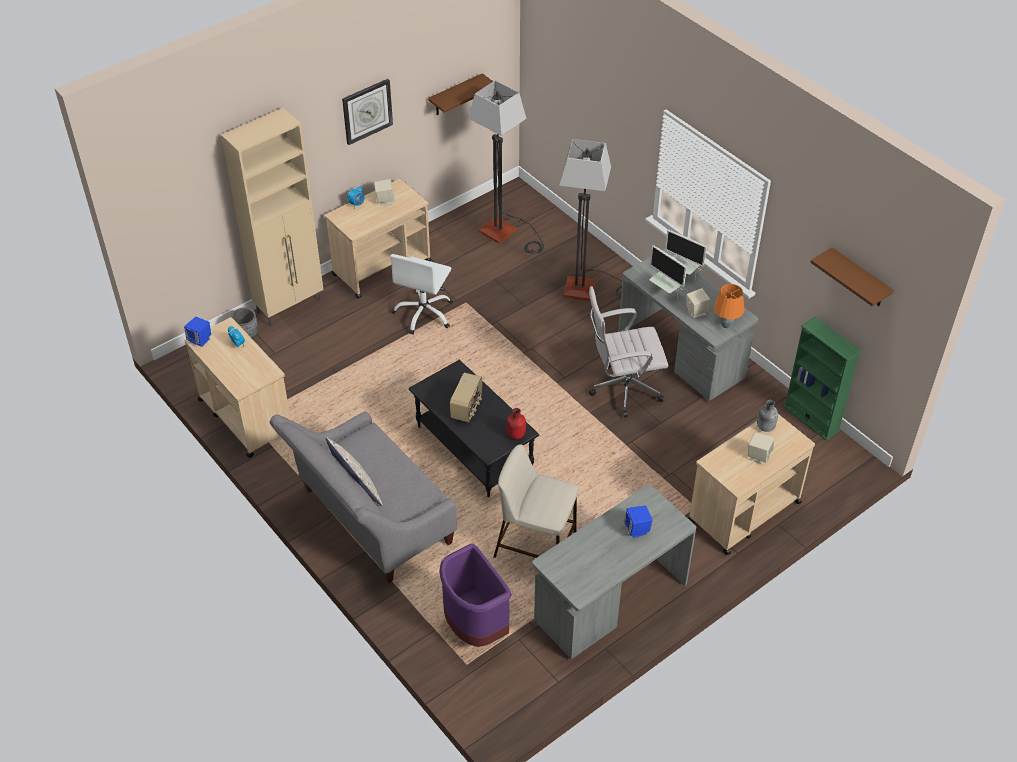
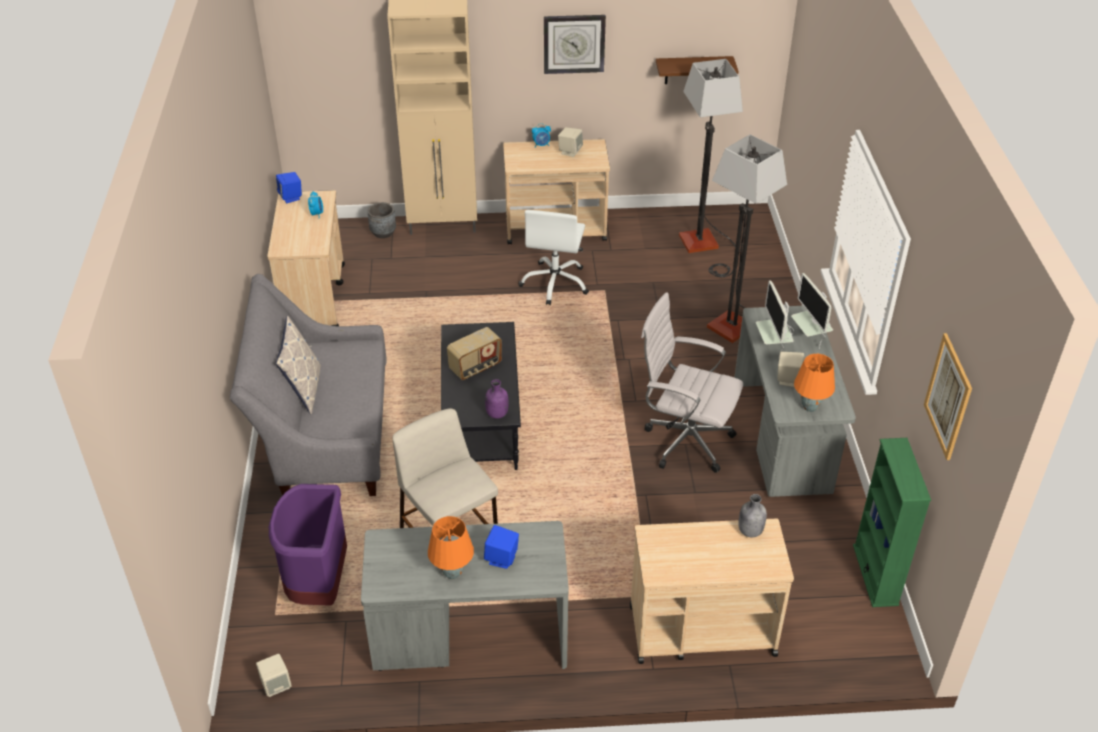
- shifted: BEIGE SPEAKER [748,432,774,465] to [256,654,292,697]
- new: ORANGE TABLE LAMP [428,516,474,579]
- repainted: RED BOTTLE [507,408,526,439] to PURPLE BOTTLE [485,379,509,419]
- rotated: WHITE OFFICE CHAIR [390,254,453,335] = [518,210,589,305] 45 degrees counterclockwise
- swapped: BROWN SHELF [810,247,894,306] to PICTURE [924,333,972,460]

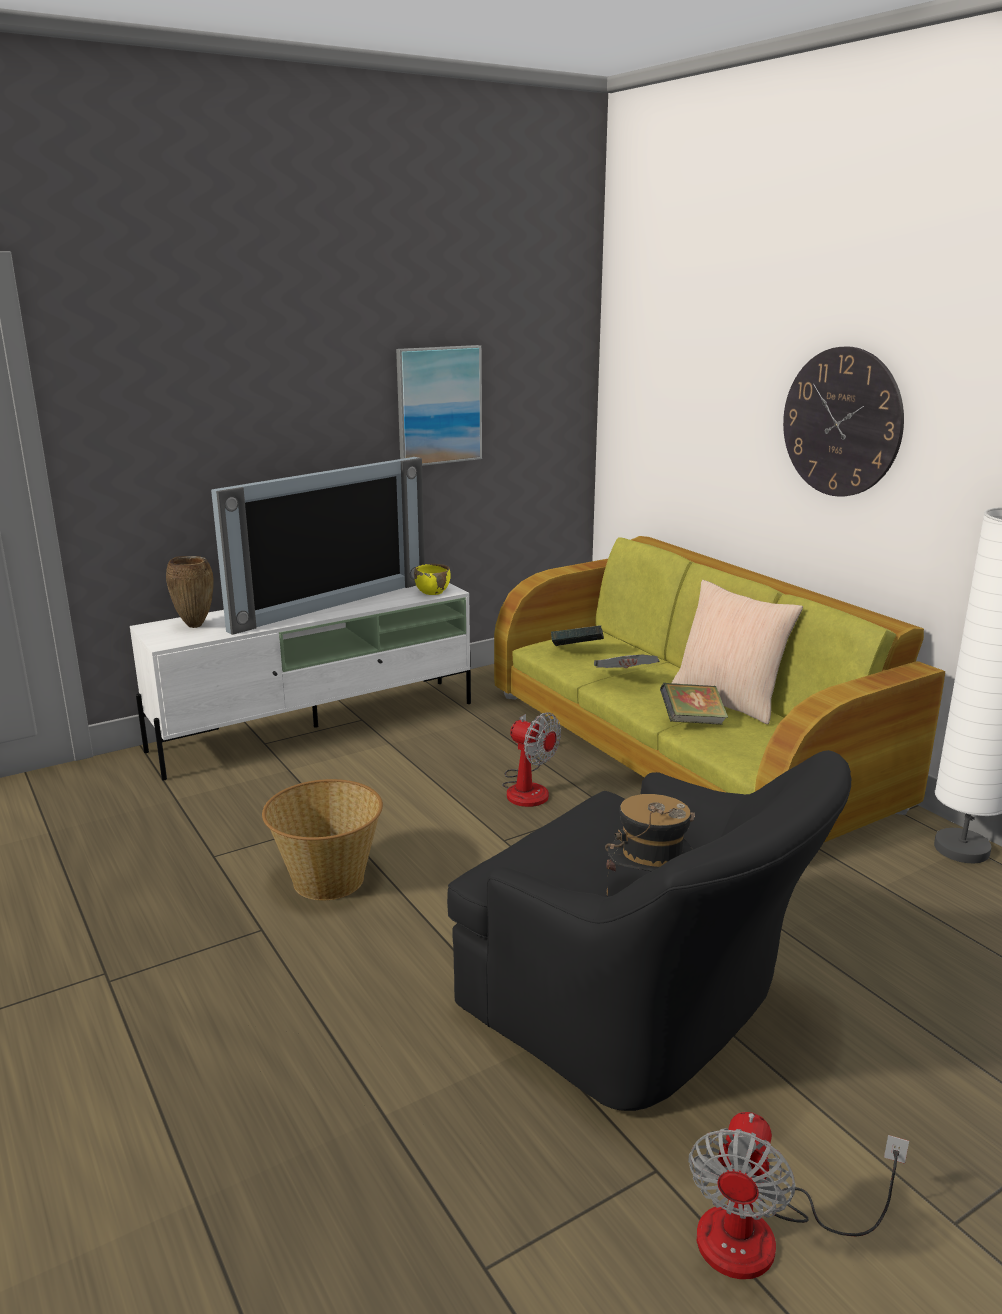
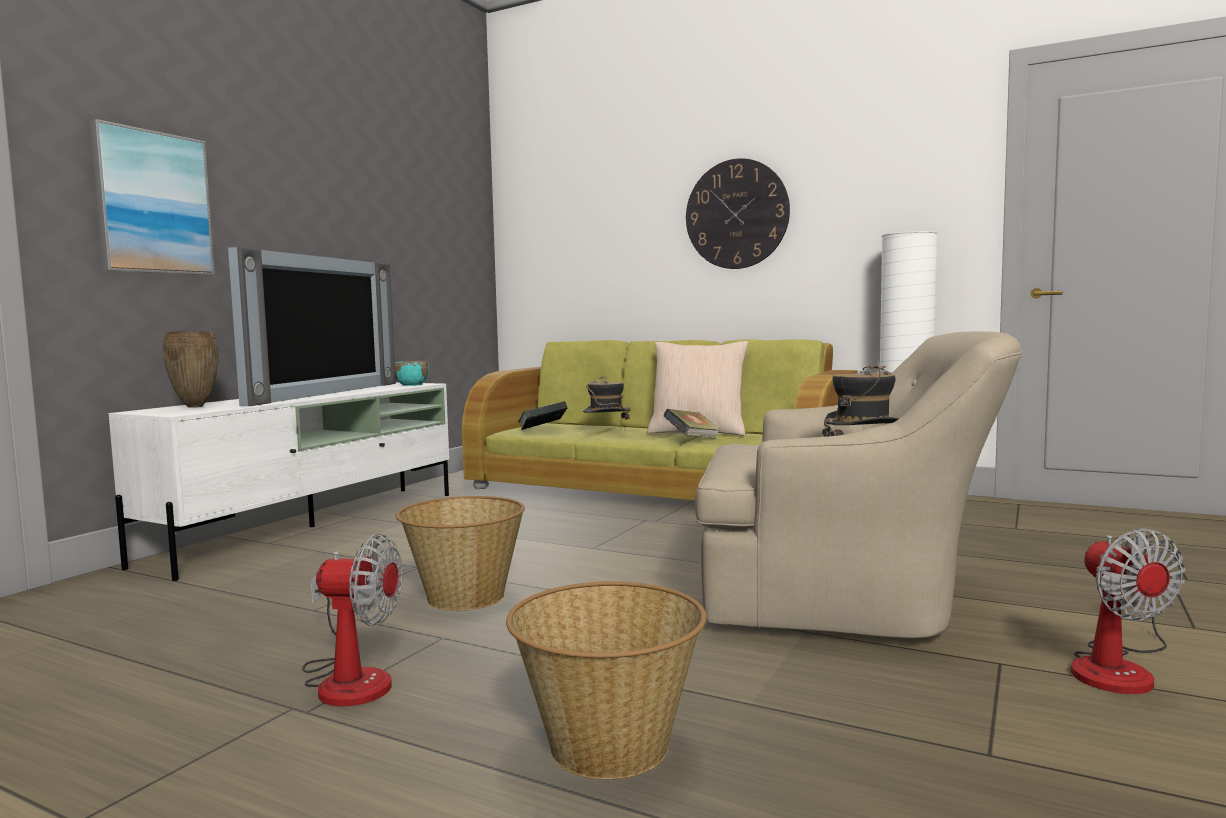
- shifted: PICTURE [396,345,482,466] to [90,119,215,275]
- shifted: FAN [502,712,561,807] to [302,534,403,707]
- repainted: YELLOW BOWL [414,564,451,595] to TURQUOISE BOWL [394,361,429,386]
- new: BASKET [506,581,707,779]
- swapped: NEWSPAPER [594,655,660,668] to HAT [583,376,631,420]
- repainted: BLACK ARMCHAIR [447,750,851,1111] to BEIGE ARMCHAIR [695,331,1022,639]

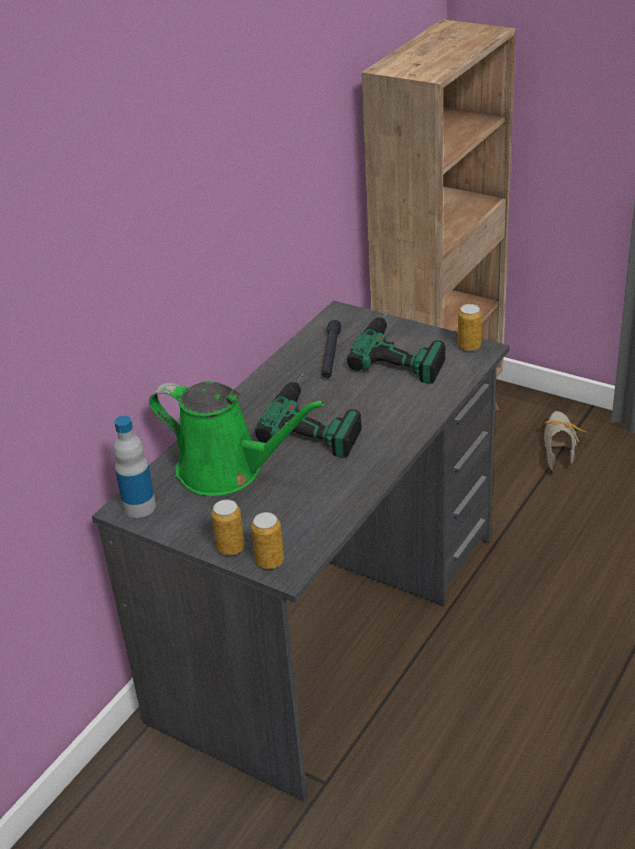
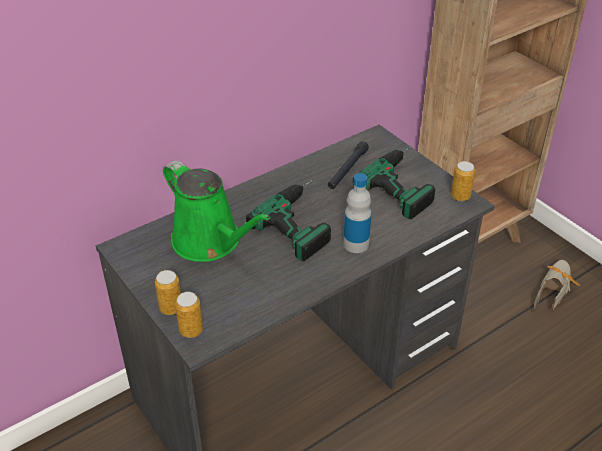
- shifted: BOTTLE [113,416,156,518] to [343,173,371,253]

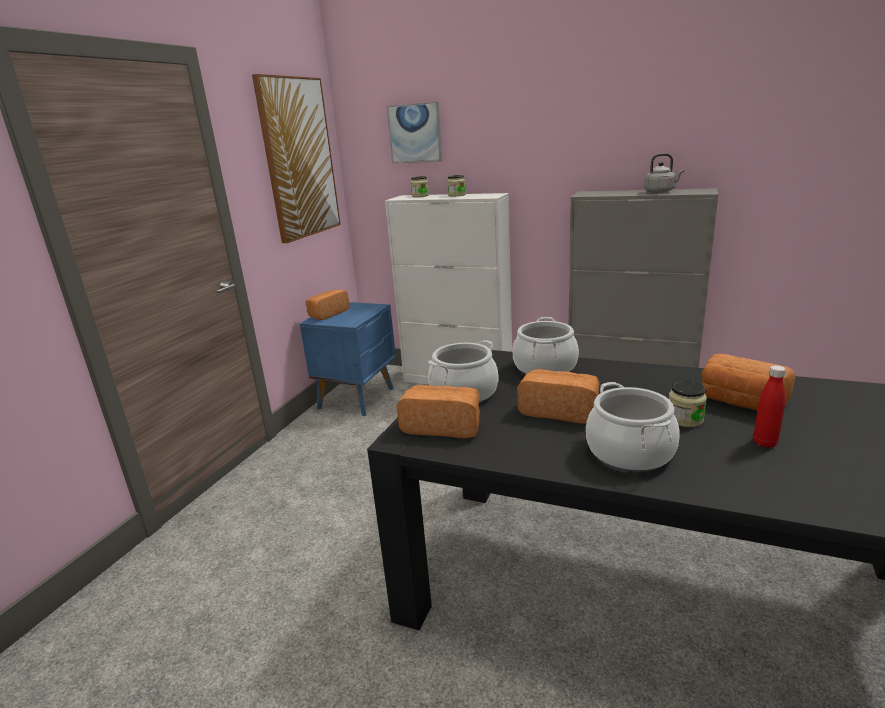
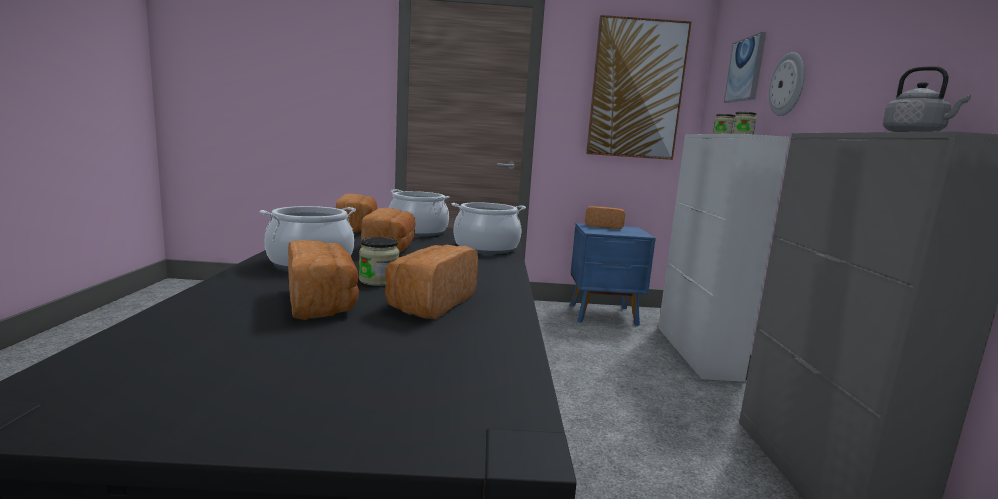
- swapped: RED BOTTLE [753,365,786,448] to BREAD [288,240,359,320]
- new: WALL CLOCK [769,52,805,116]

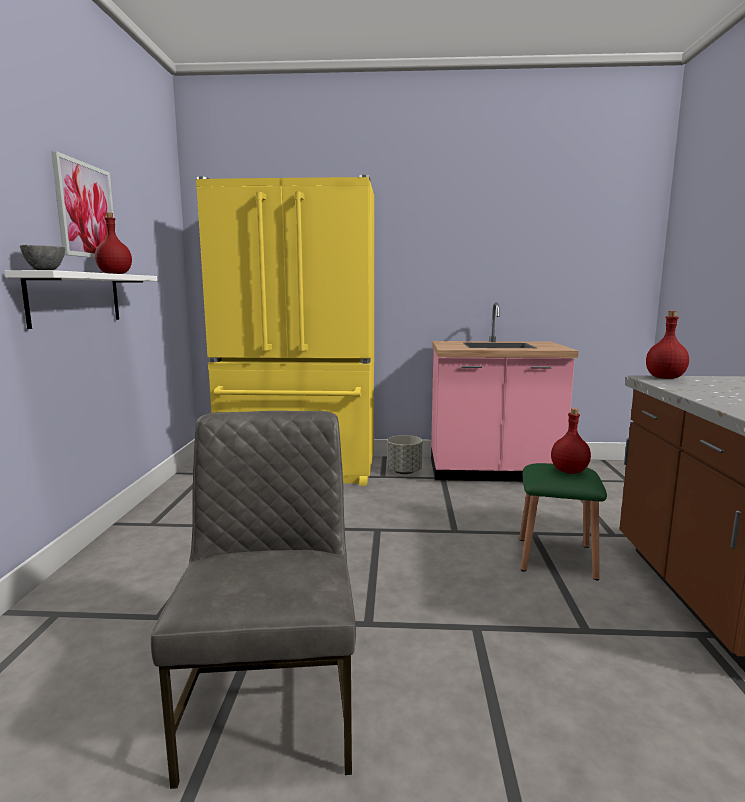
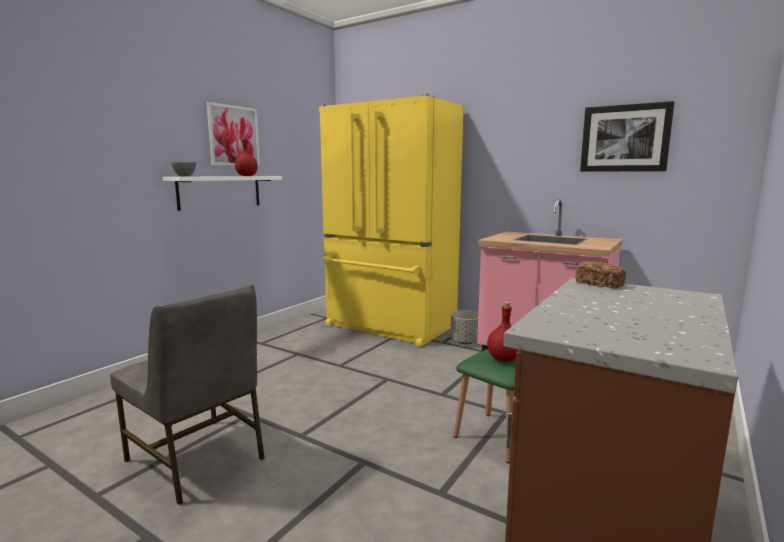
- rotated: GREY CHAIR [151,411,356,789] = [110,284,265,505] 105 degrees clockwise
- swapped: RED BOTTLE [646,311,689,379] to BREAD [575,261,626,289]
- new: PICTURE [580,101,675,172]

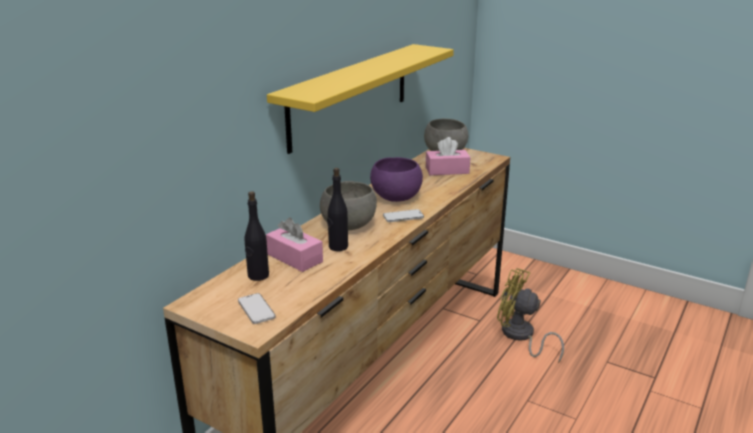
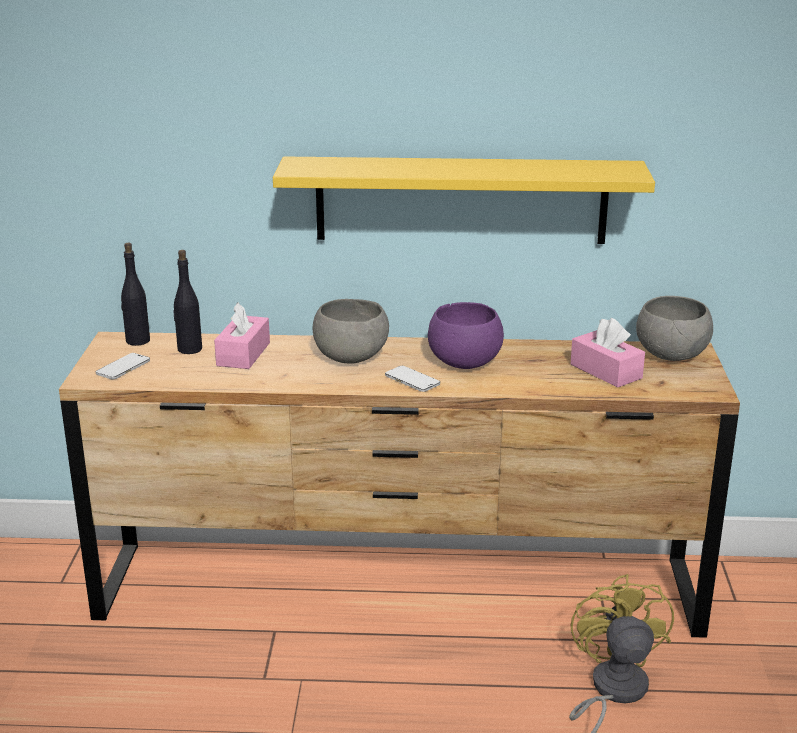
- shifted: BLACK BOTTLE [327,168,348,251] to [121,243,150,346]

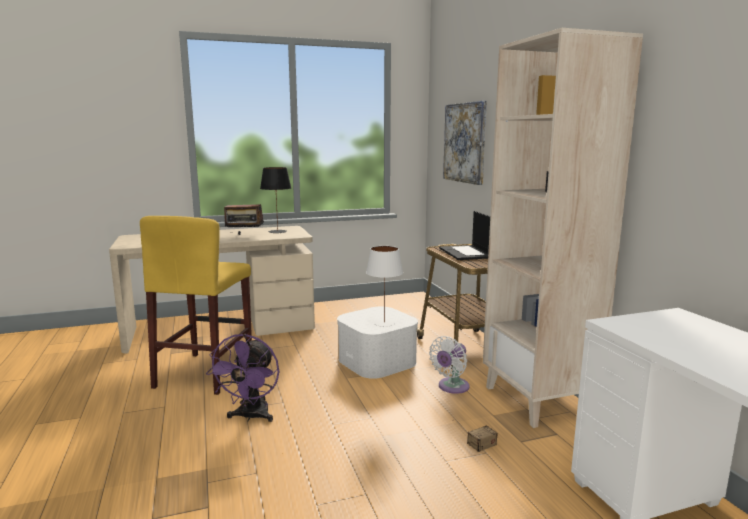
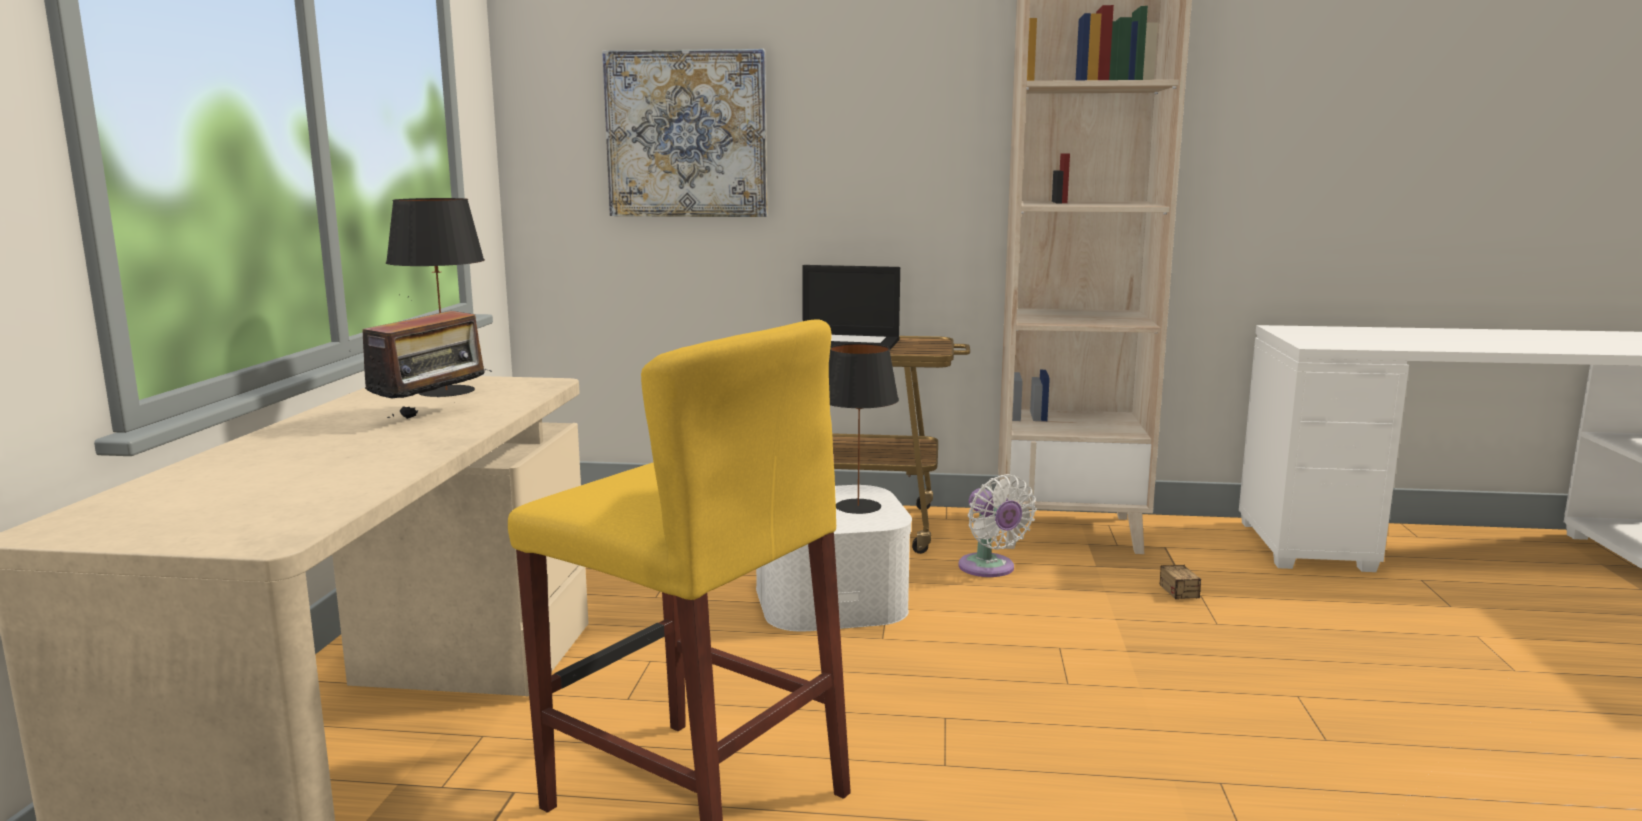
- repainted: WHITE TABLE LAMP [366,246,403,327] to BLACK TABLE LAMP [829,343,899,514]
- gone: PURPLE FAN [206,334,279,422]

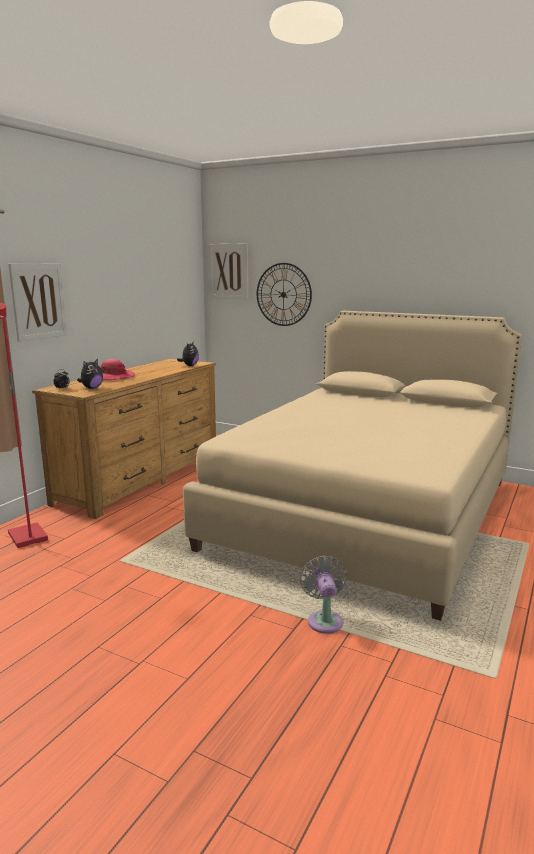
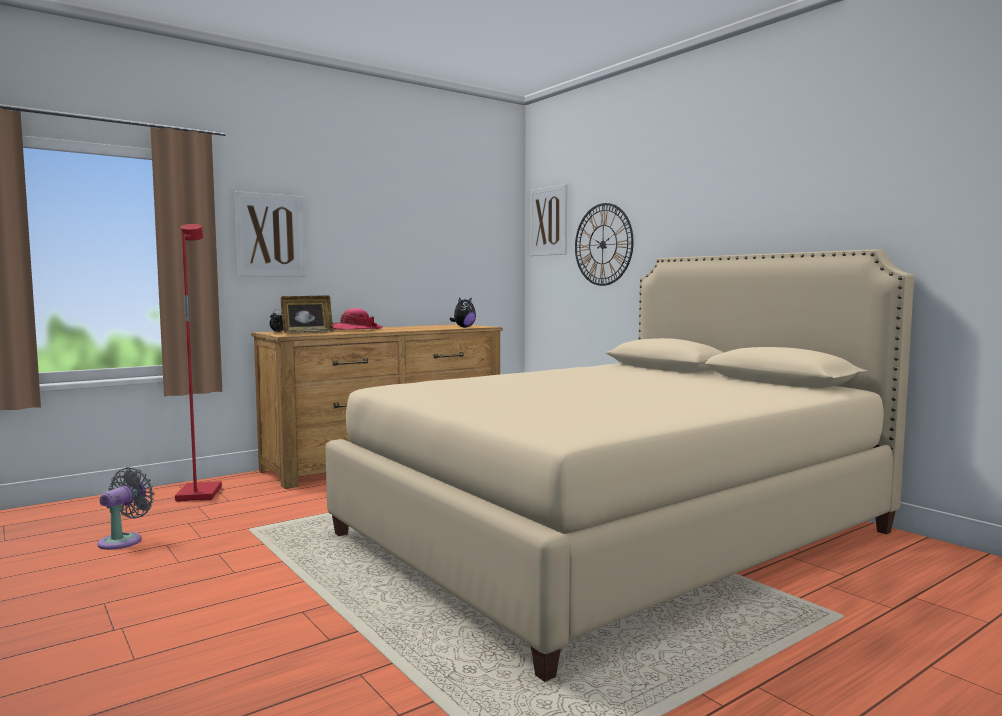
- shifted: GREY FAN [300,555,347,634] to [98,467,154,550]
- swapped: PLUSH TOY [77,359,103,389] to PICTURE FRAME [281,295,334,334]

